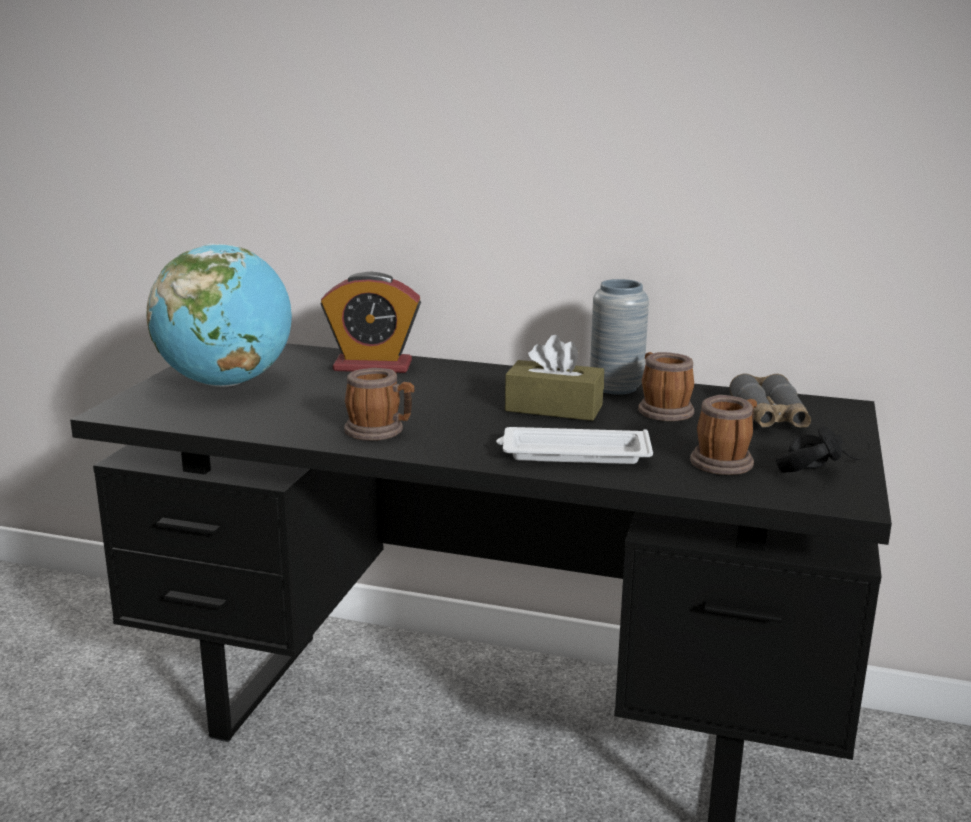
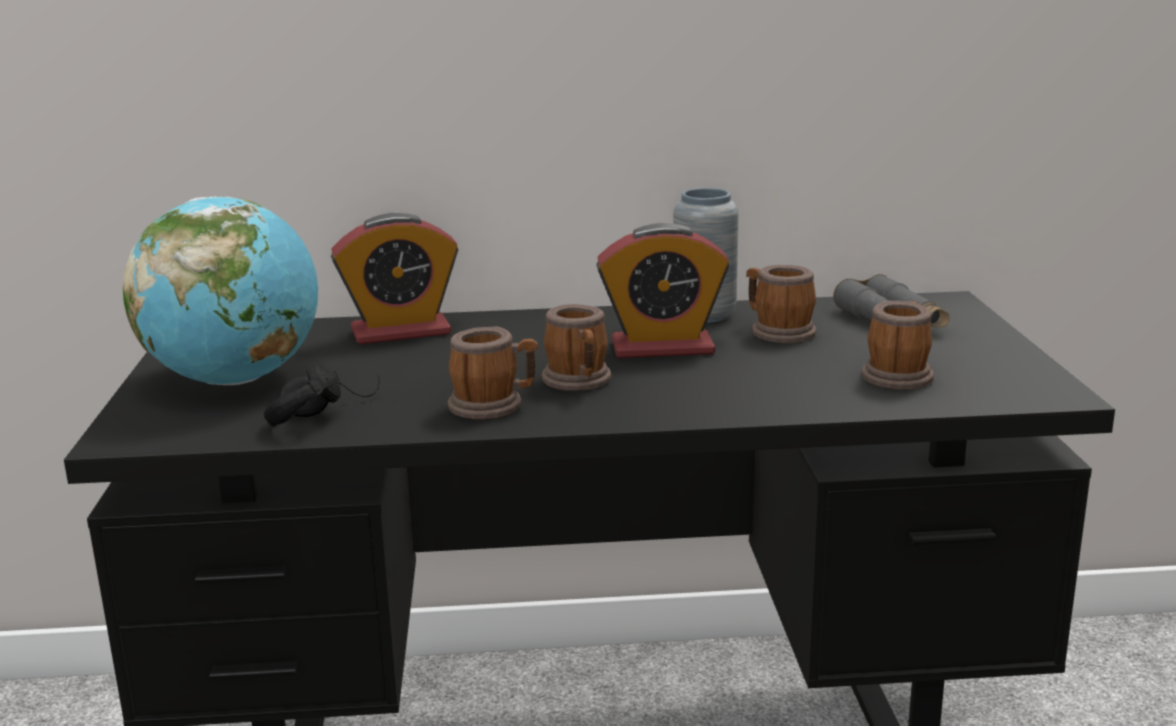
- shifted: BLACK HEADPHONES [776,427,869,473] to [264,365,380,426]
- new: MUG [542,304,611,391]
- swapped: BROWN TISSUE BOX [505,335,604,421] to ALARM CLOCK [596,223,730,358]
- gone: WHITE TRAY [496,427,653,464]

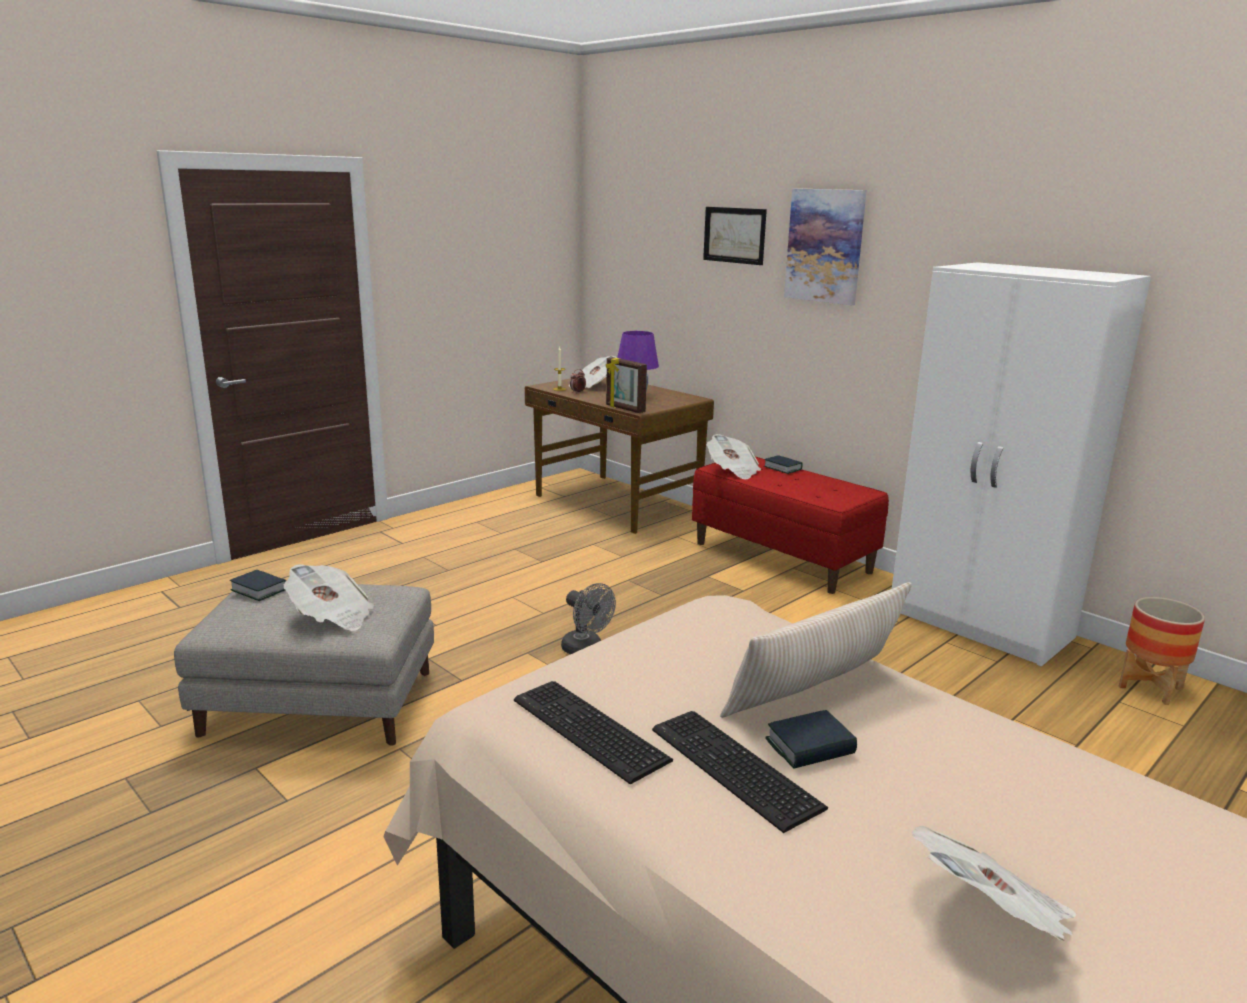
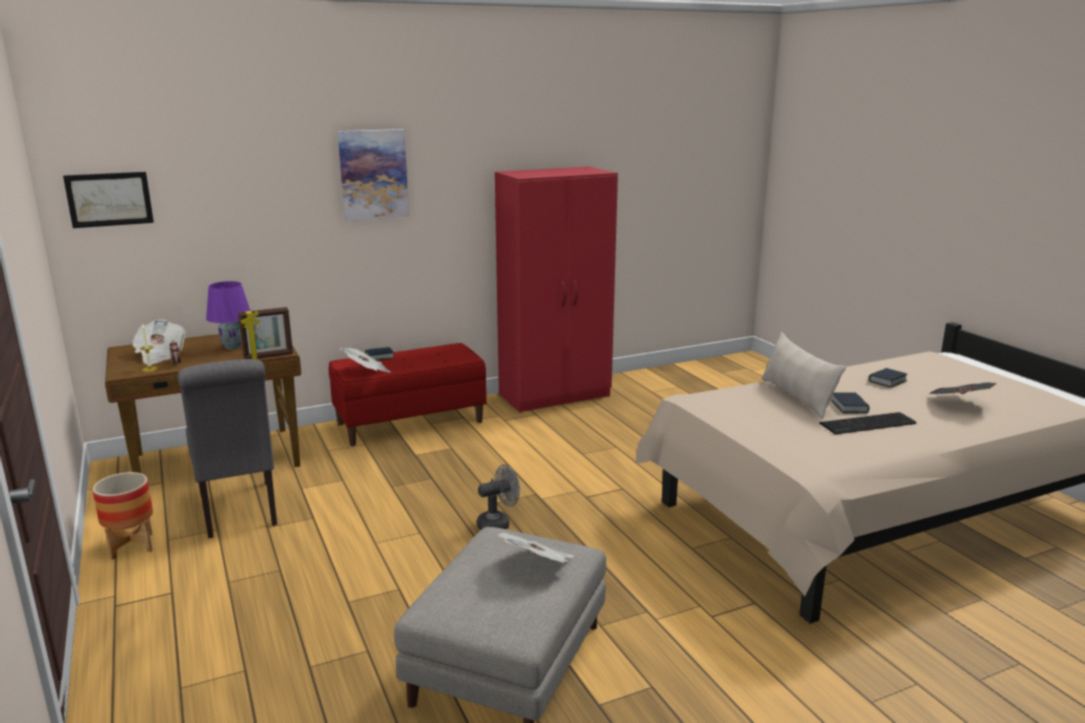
- shifted: PICTURE [703,207,767,265] to [63,172,154,228]
- shifted: PLANTER [1119,597,1205,705] to [93,472,153,560]
- new: GREY CHAIR [178,359,277,538]
- repainted: WHITE WARDROBE [892,262,1151,666] to RED WARDROBE [495,167,618,413]
- shifted: BOOK [230,570,286,601] to [869,368,907,388]
- gone: KEYBOARD [514,681,673,784]

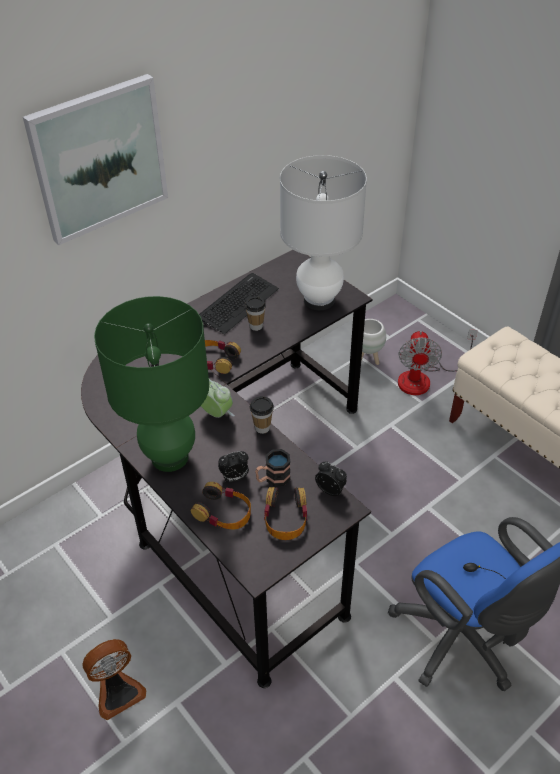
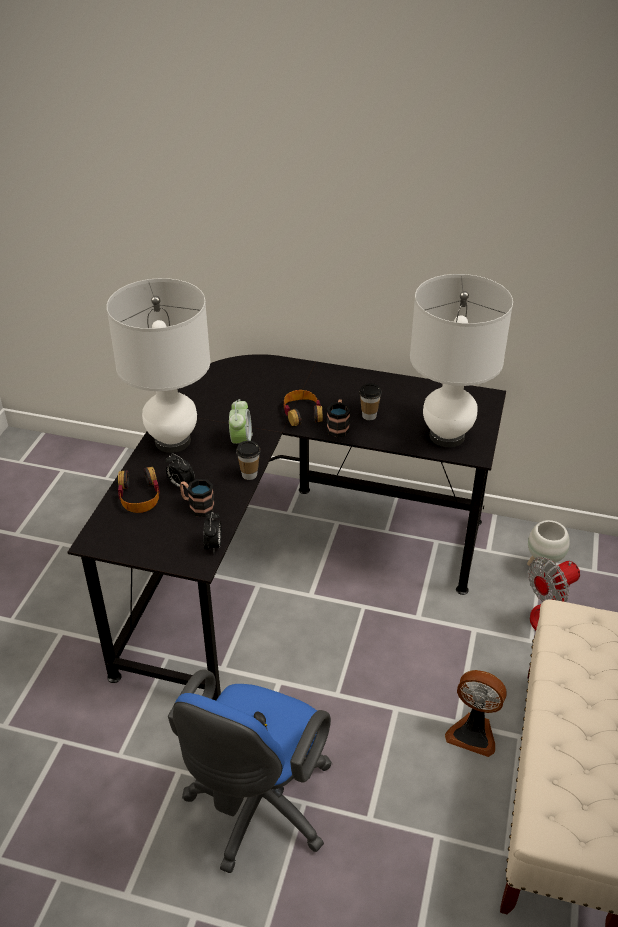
- repainted: GREEN TABLE LAMP [94,296,209,472] to WHITE TABLE LAMP [107,278,211,453]
- new: MUG [326,399,350,437]
- shifted: FAN [82,639,146,720] to [445,670,507,757]
- gone: PICTURE [23,74,168,245]
- gone: KEYBOARD [199,273,279,334]
- gone: HEADPHONES [264,487,307,540]

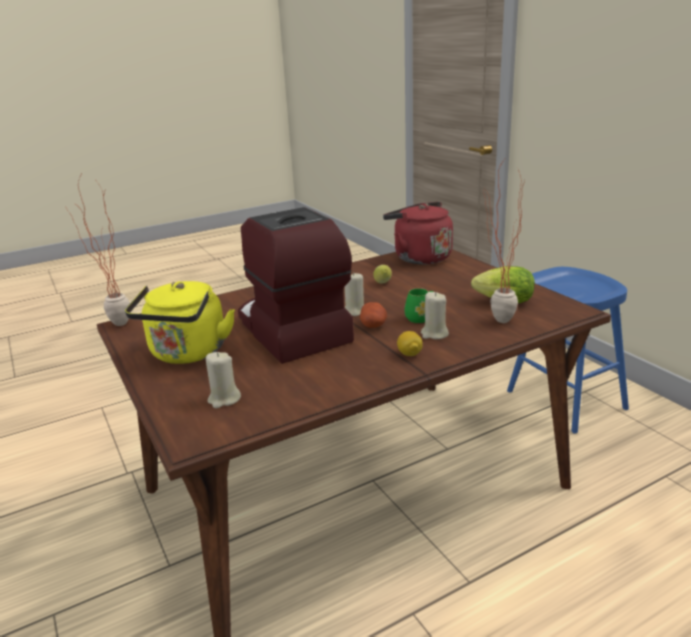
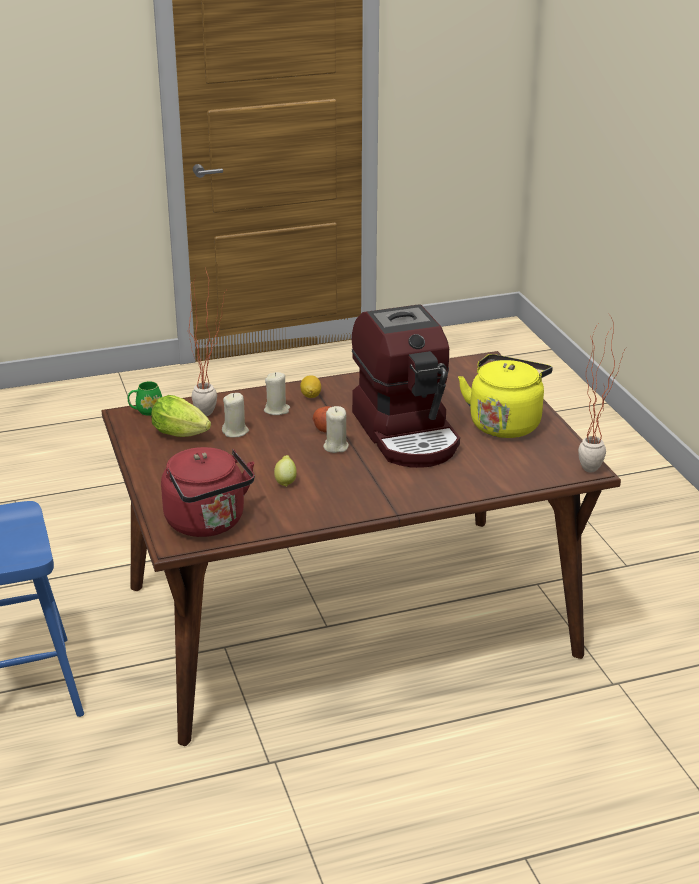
- shifted: GREEN MUG [405,288,433,323] to [128,381,162,416]
- shifted: BEIGE CANDLE [206,352,241,408] to [222,393,249,437]

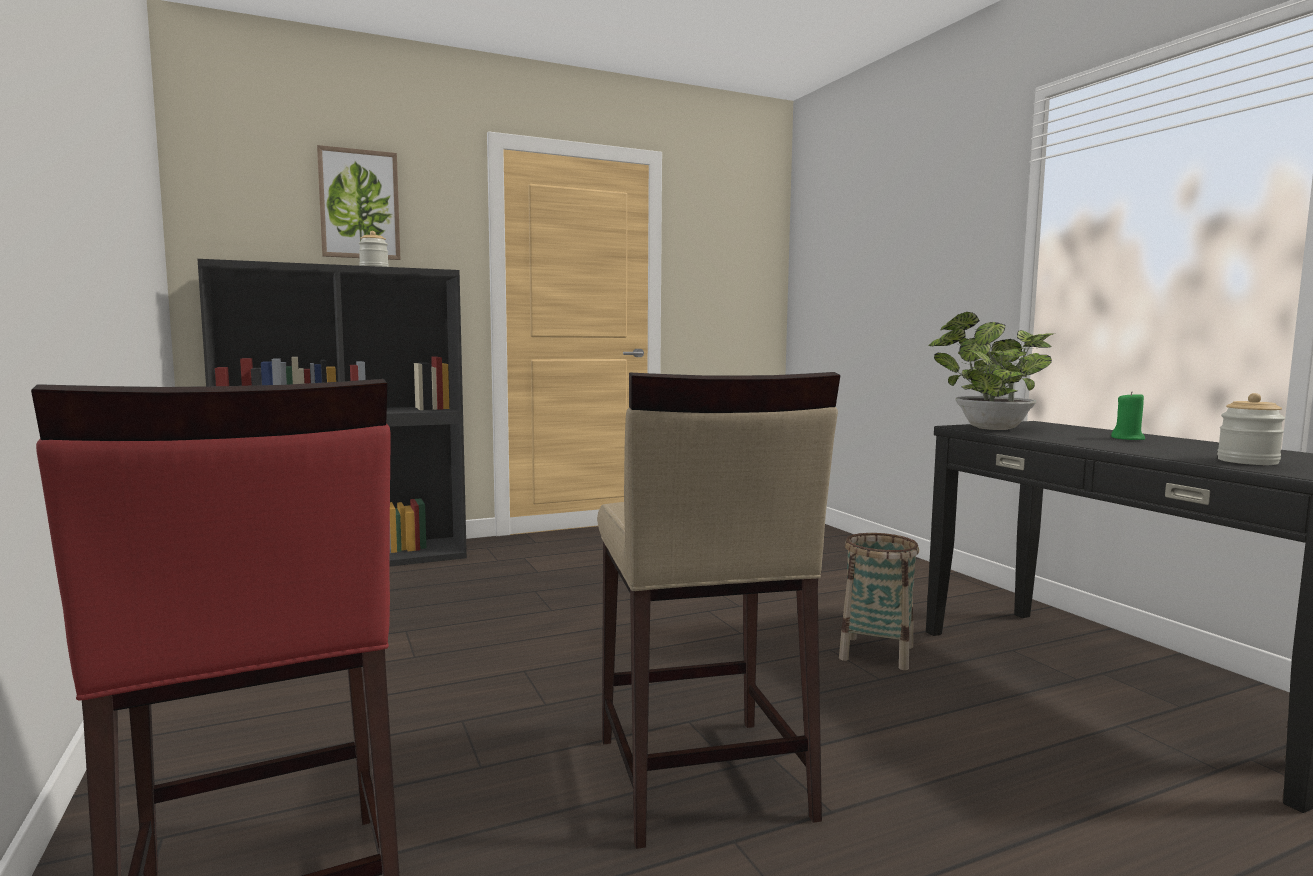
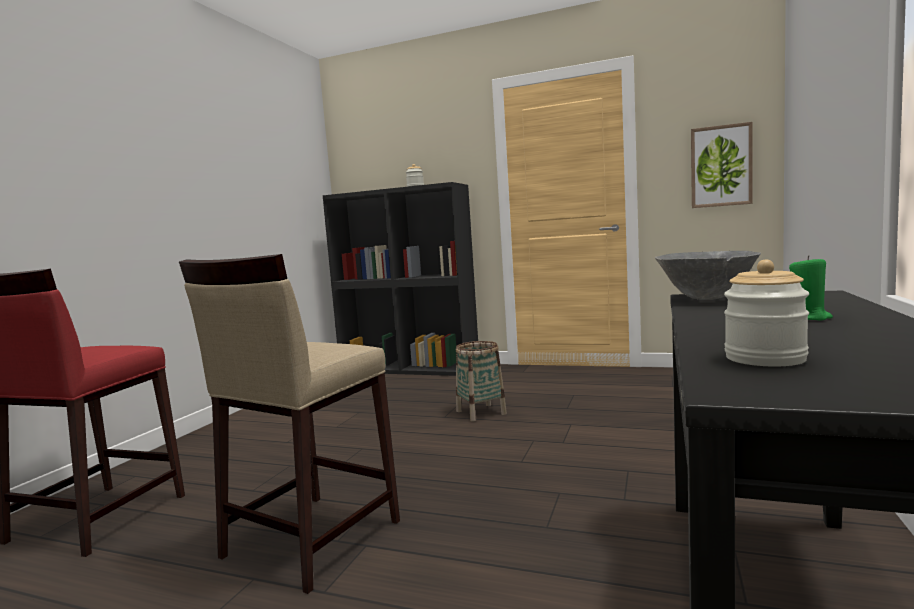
- shifted: BASKET [839,533,919,670] to [456,341,507,422]
- swapped: POTTED PLANT [928,312,1052,430] to GREY BOWL [655,251,761,300]
- shifted: PICTURE [317,145,400,260] to [691,122,753,208]

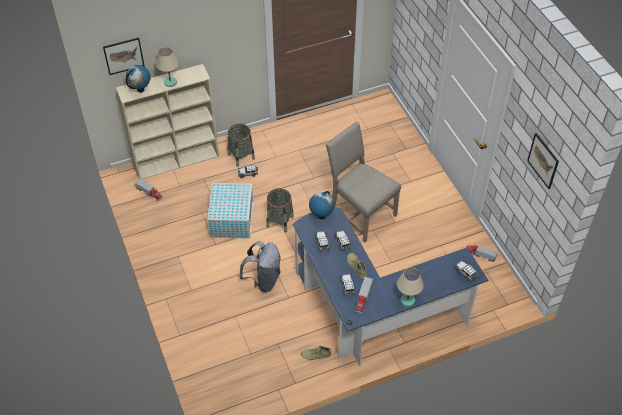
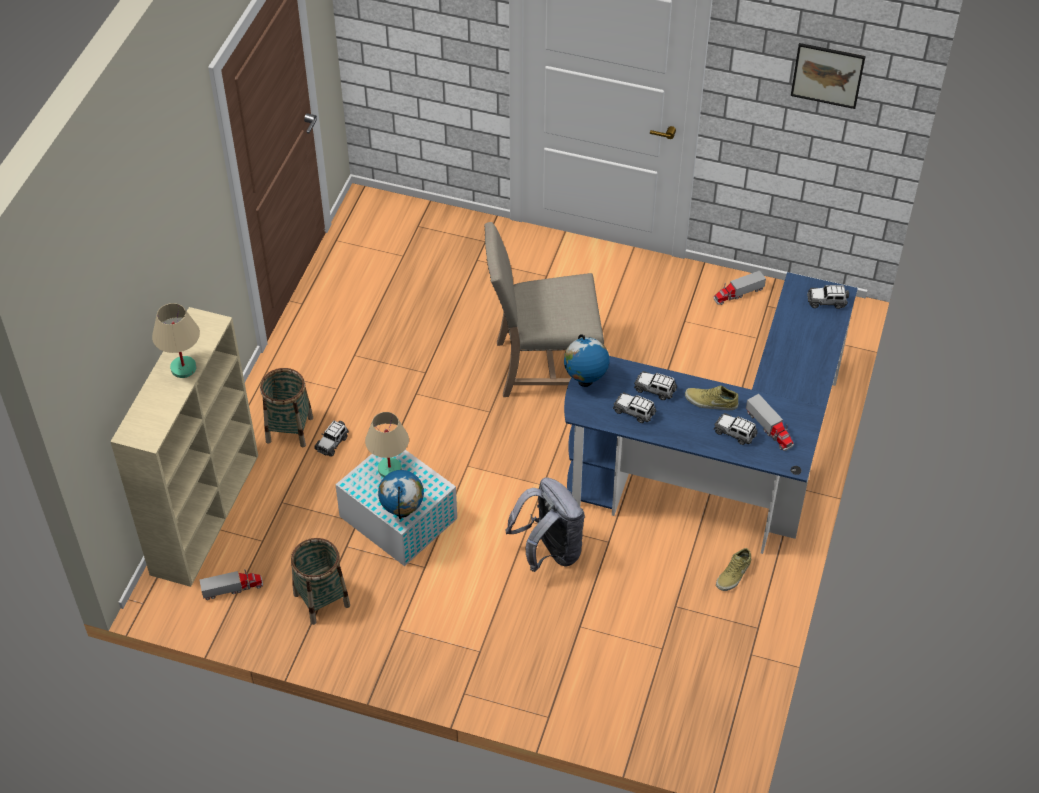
- shifted: BASKET [266,188,294,233] to [291,538,350,625]
- shifted: BEIGE TABLE LAMP [397,268,424,307] to [365,412,409,477]
- shifted: GLOBE [126,65,150,93] to [378,470,424,519]
- gone: PICTURE [103,38,144,75]

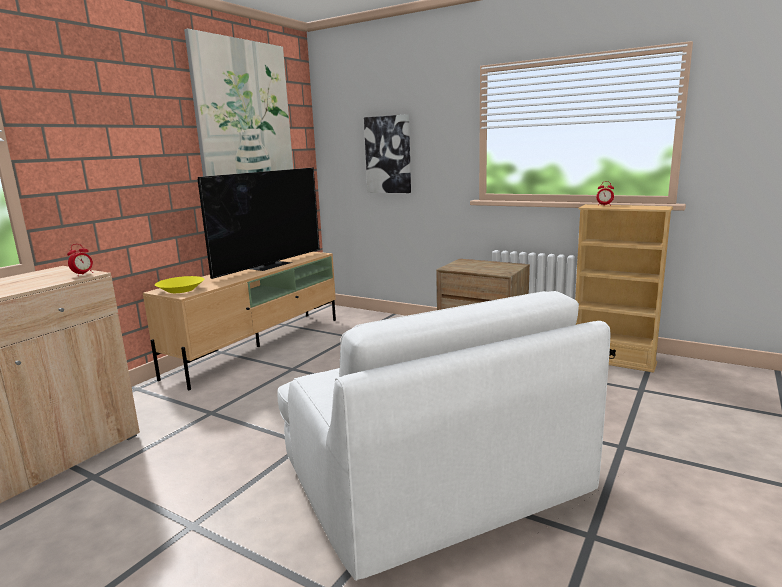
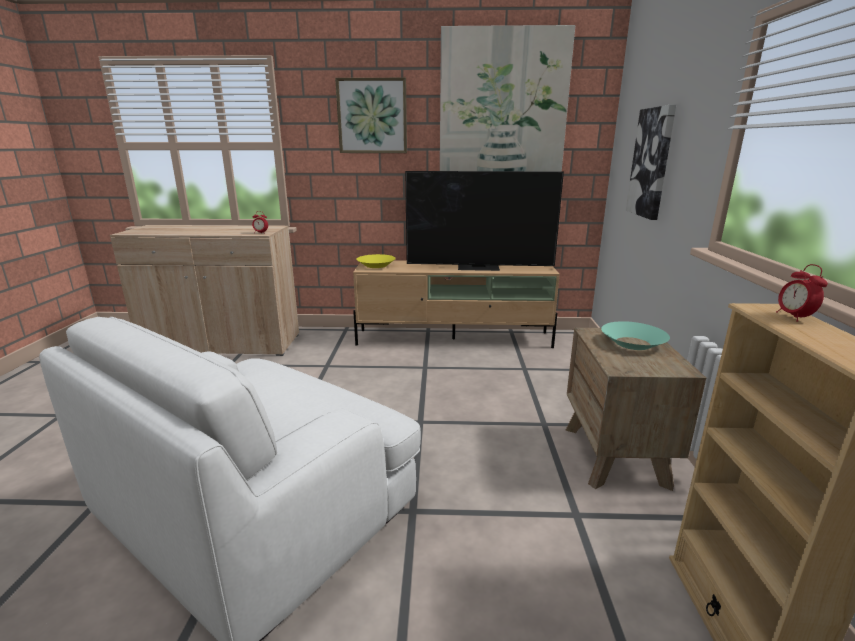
- new: PICTURE [335,78,407,153]
- new: TURQUOISE BOWL [601,321,670,350]

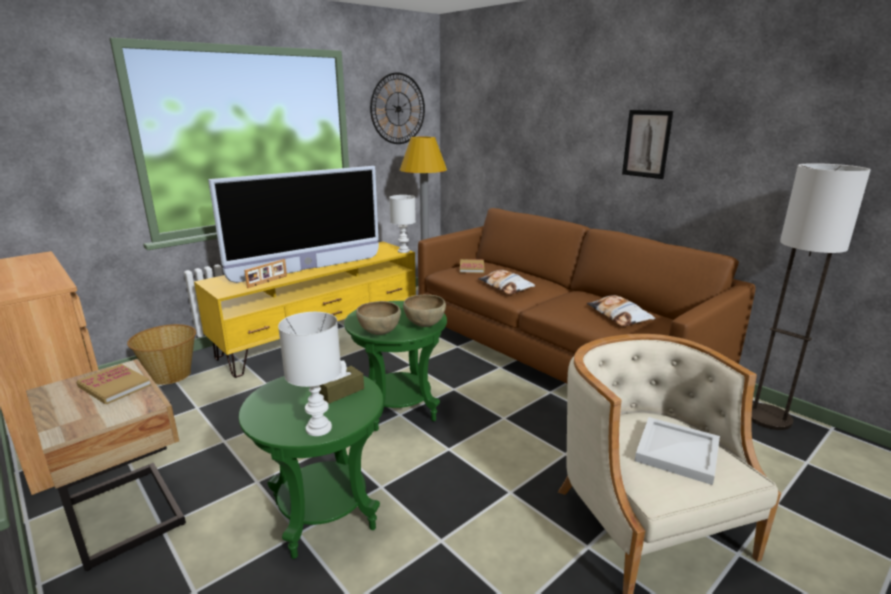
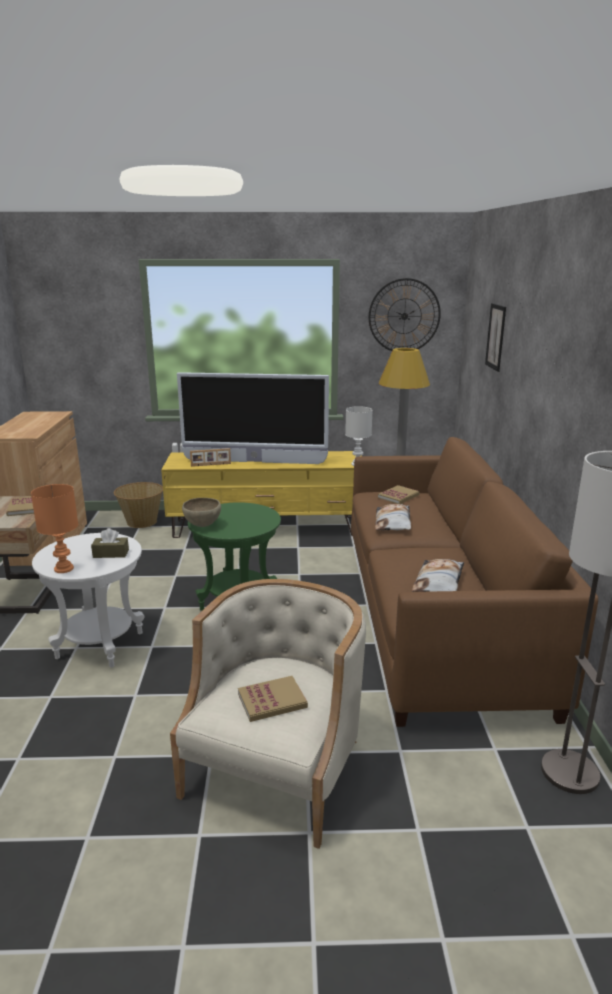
- repainted: WHITE TABLE LAMP [278,312,341,436] to ORANGE TABLE LAMP [31,484,78,573]
- repainted: GREEN SIDE TABLE [239,376,383,559] to WHITE SIDE TABLE [32,533,144,668]
- swapped: WHITE TRAY [635,417,720,485] to BOOK [238,676,308,722]
- shifted: PICTURE [622,110,673,179] to [485,303,506,372]
- gone: BROWN BOWL [403,295,446,327]

